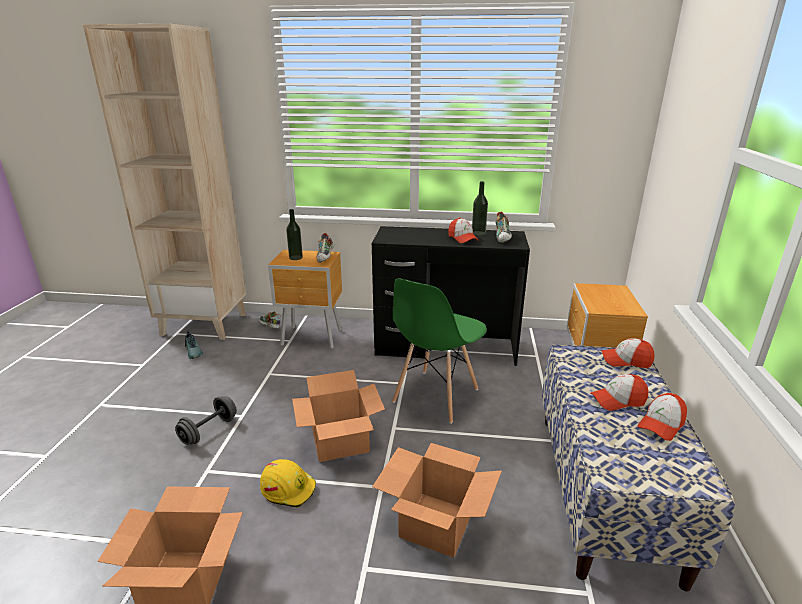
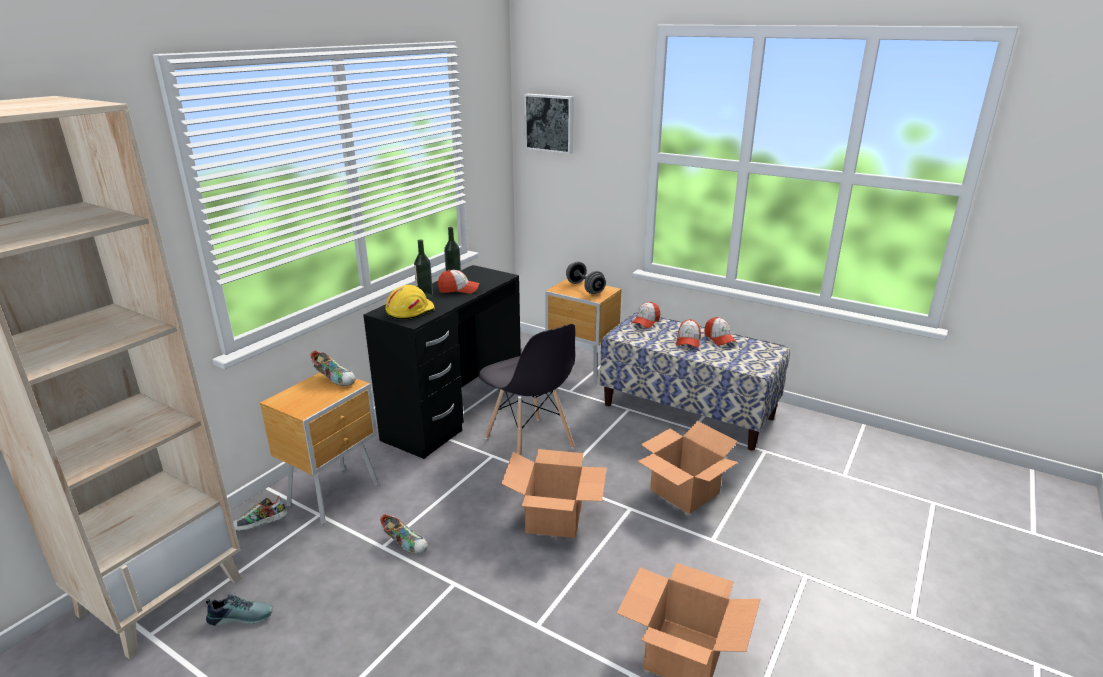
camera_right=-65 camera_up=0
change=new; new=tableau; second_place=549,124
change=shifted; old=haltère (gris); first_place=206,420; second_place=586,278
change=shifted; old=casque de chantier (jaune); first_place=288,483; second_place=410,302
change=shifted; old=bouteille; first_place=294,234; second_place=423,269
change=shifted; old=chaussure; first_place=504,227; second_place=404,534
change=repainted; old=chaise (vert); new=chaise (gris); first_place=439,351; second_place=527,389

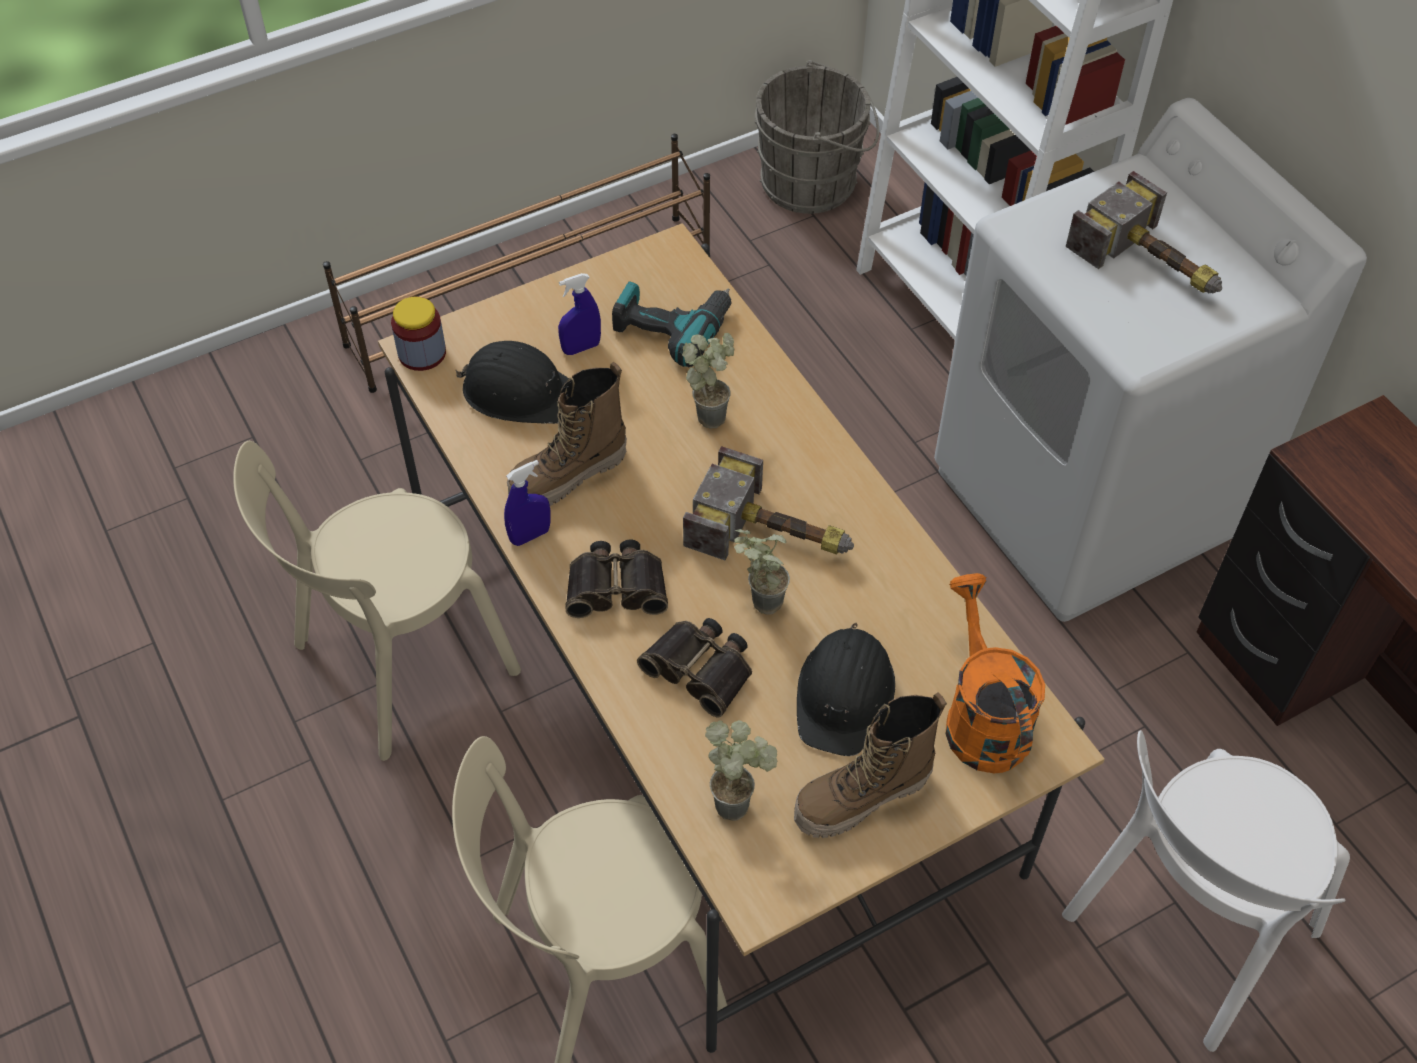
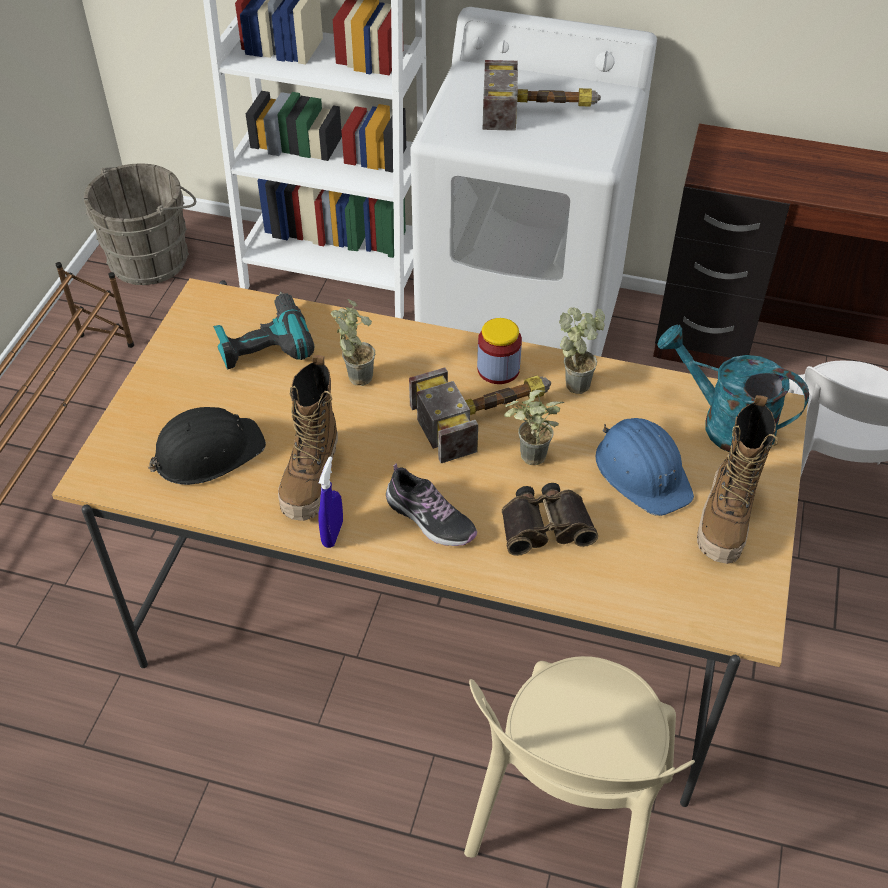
camera_right=-45 camera_up=-5
change=gone; old=chaise (beige); first_place=377,601
change=gone; old=vaporisateur (bleu); first_place=579,314
change=shifted; old=bocal; first_place=418,334; second_place=499,351
change=shifted; old=plante en pot; first_place=741,770; second_place=582,350
change=swapped; old=jumelles; new=chaussure; first_place=617,578; second_place=431,505
change=repainted; old=casque de chantier (noir); new=casque de chantier (bleu); first_place=846,689; second_place=645,467
change=repainted; old=arrosoir (orange); new=arrosoir (turquoise); first_place=995,673; second_place=733,388

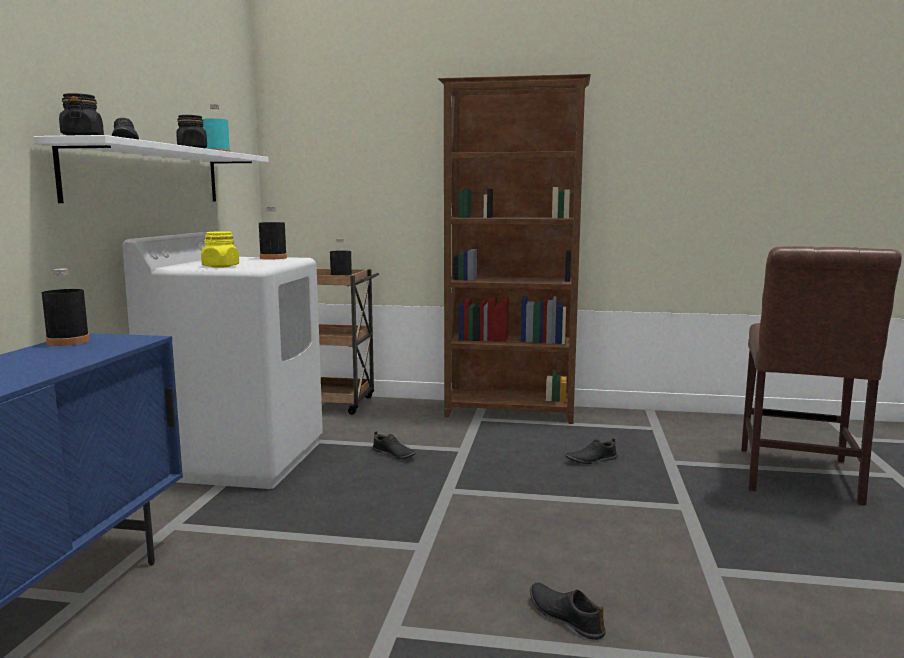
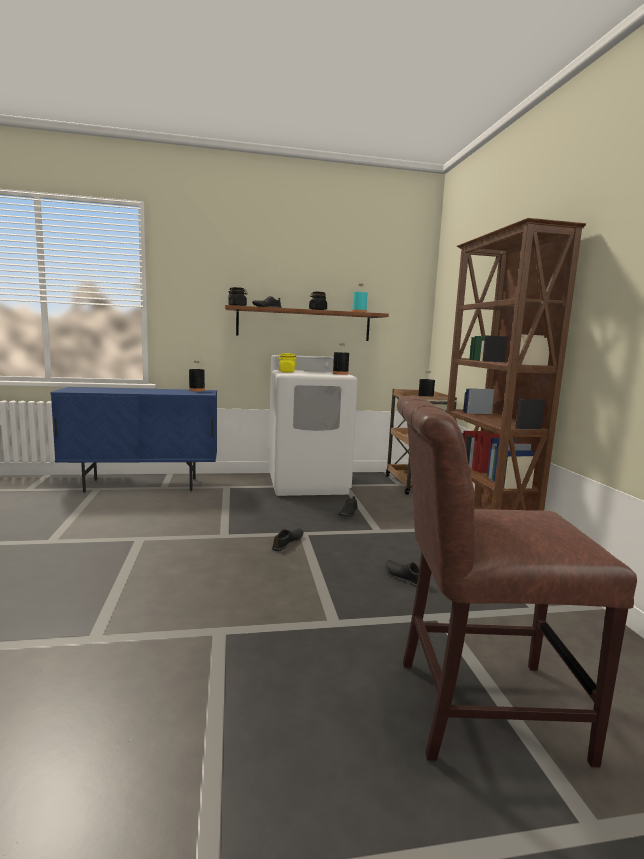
camera_right=70 camera_up=0
change=shifted; old=chaussure (noir); first_place=568,611; second_place=287,539
change=repainted; old=étagère (blanc); new=étagère (marron); first_place=151,169; second_place=307,323

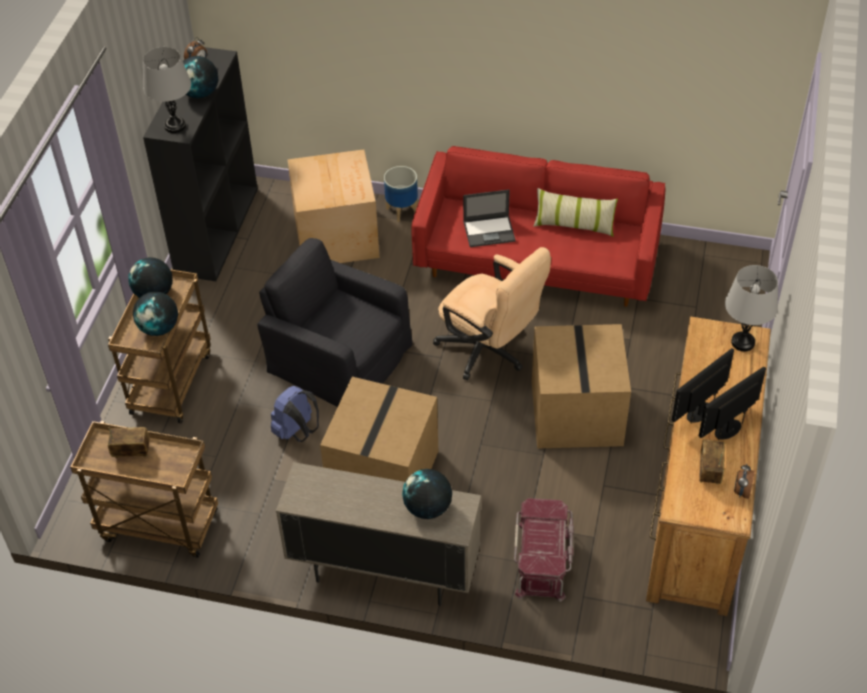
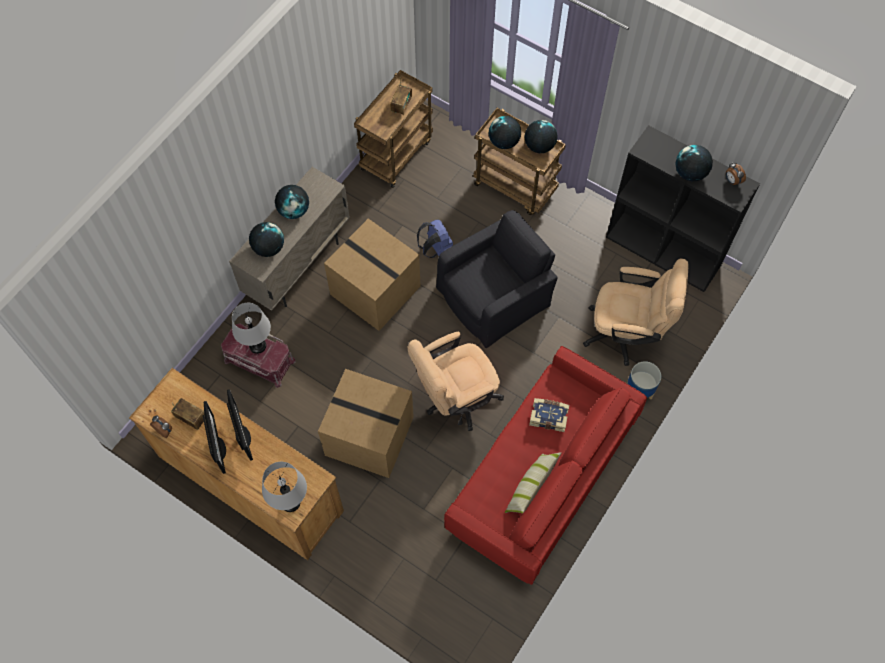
camera_right=110 camera_up=15
change=new; new=globe; second_place=292,202
change=shifted; old=lampe de table (gris); first_place=167,90; second_place=251,328
change=swapped; old=carton; new=chaise de bureau (beige); first_place=333,206; second_place=635,312
change=swapped; old=ordinateur portable; new=livre; first_place=489,218; second_place=549,415

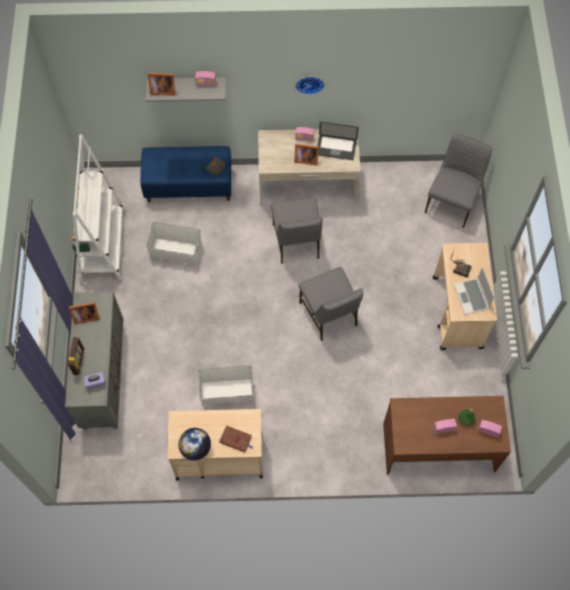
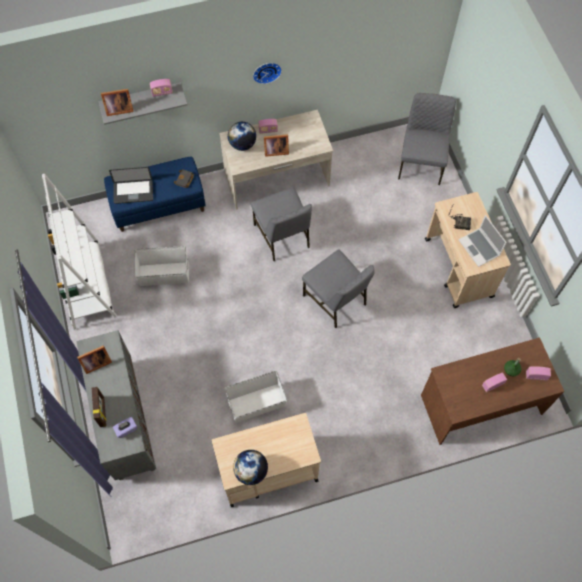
camera_right=-15 camera_up=0
change=gone; old=livre (marron); first_place=236,438
change=new; new=globe; second_place=242,136
change=shifted; old=ordinateur portable; first_place=337,141; second_place=131,185

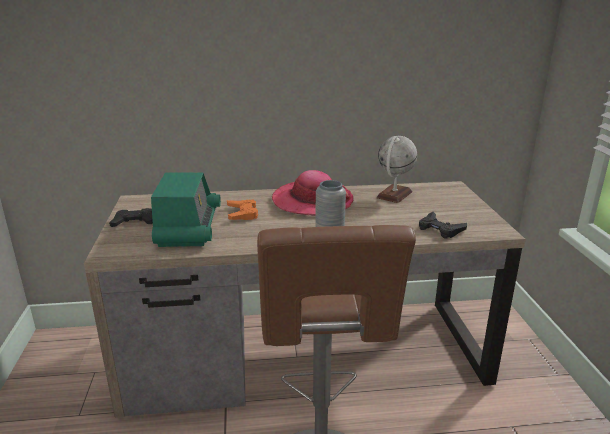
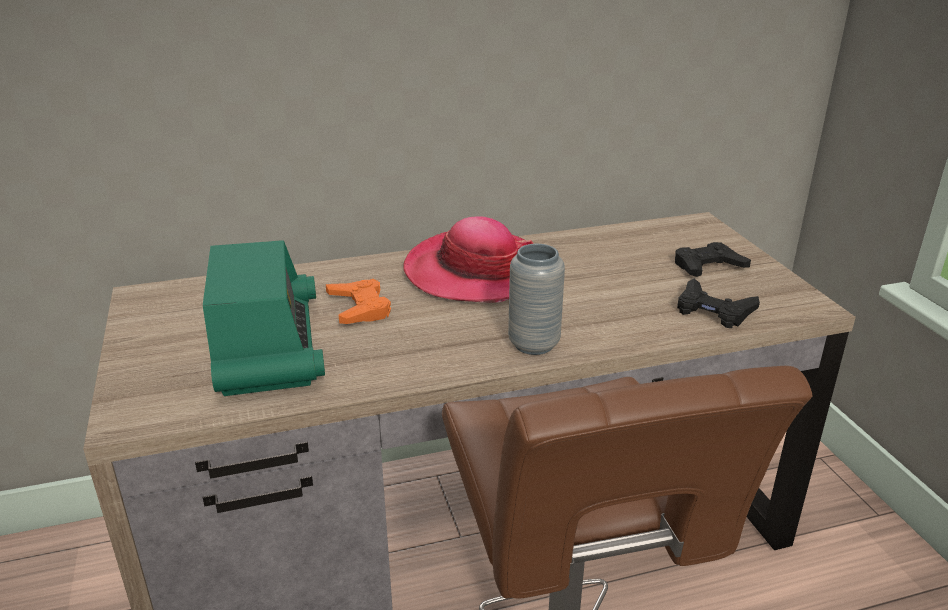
camera_right=-10 camera_up=5
change=gone; old=globe; first_place=396,169
change=shifted; old=manette (noir); first_place=131,217; second_place=713,259

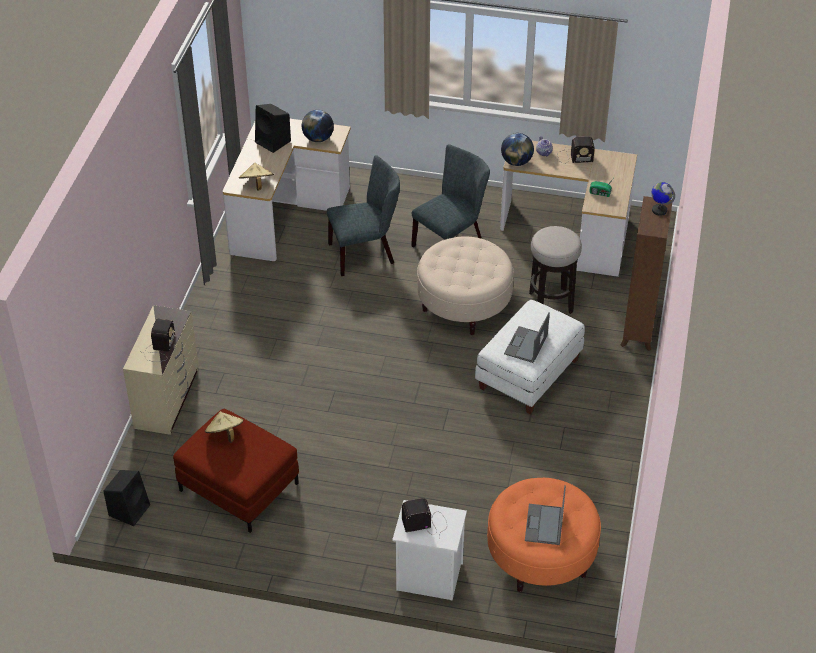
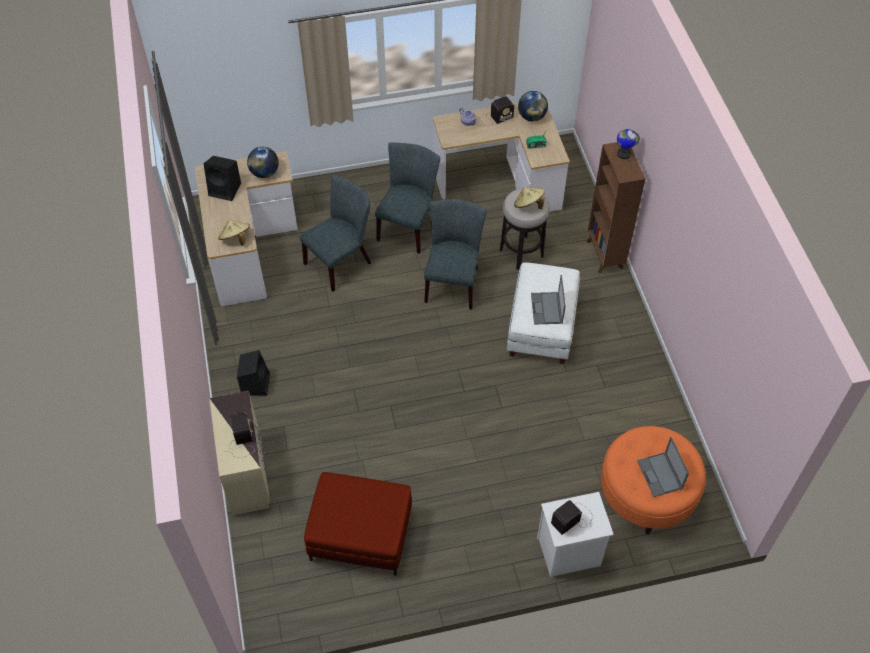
camera_right=-25 camera_up=10
change=shifted; old=enceinte (noir); first_place=126,498; second_place=253,373
change=shifted; old=chapeau (beige); first_place=224,427; second_place=529,198
change=shifted; old=globe; first_place=517,149; second_place=533,106
change=swapped; old=pouf (beige); new=chaise (gris); first_place=465,285; second_place=455,254

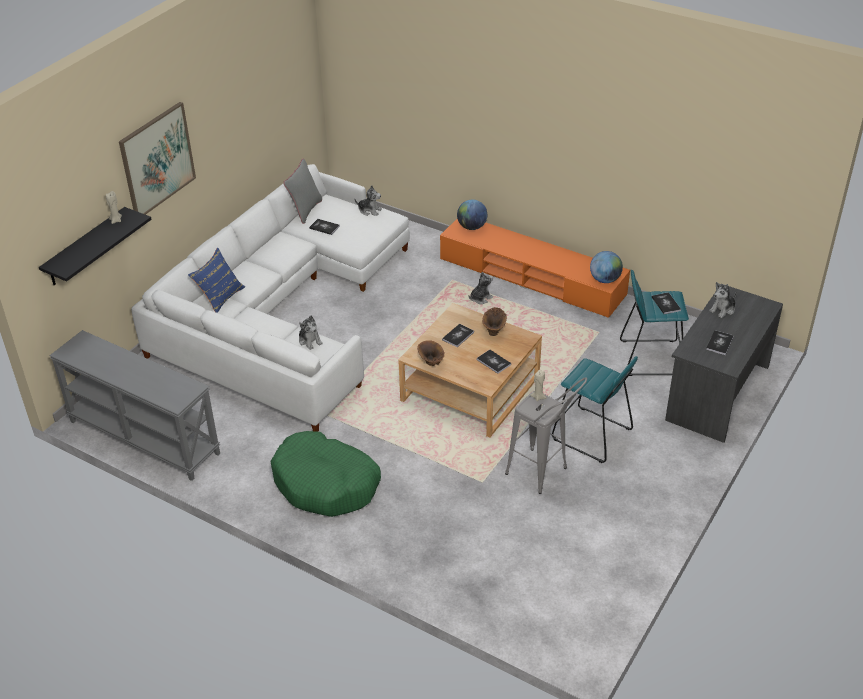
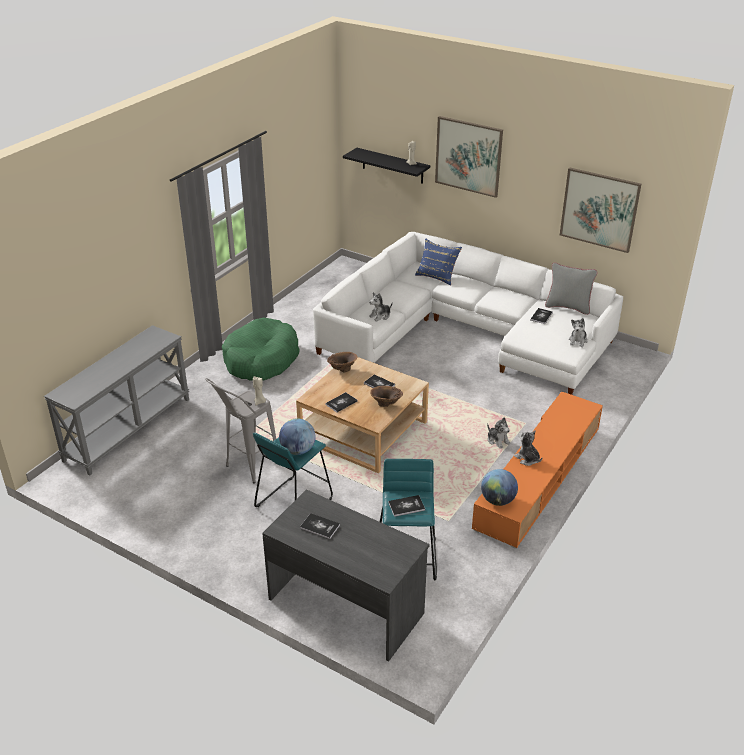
camera_right=90 camera_up=-5
change=new; new=tableau; second_place=600,210
change=shifted; old=table console (gris); first_place=135,405; second_place=117,400
change=shifted; old=globe; first_place=472,214; second_place=297,436
change=shifted; old=peluche; first_place=723,300; second_place=528,448

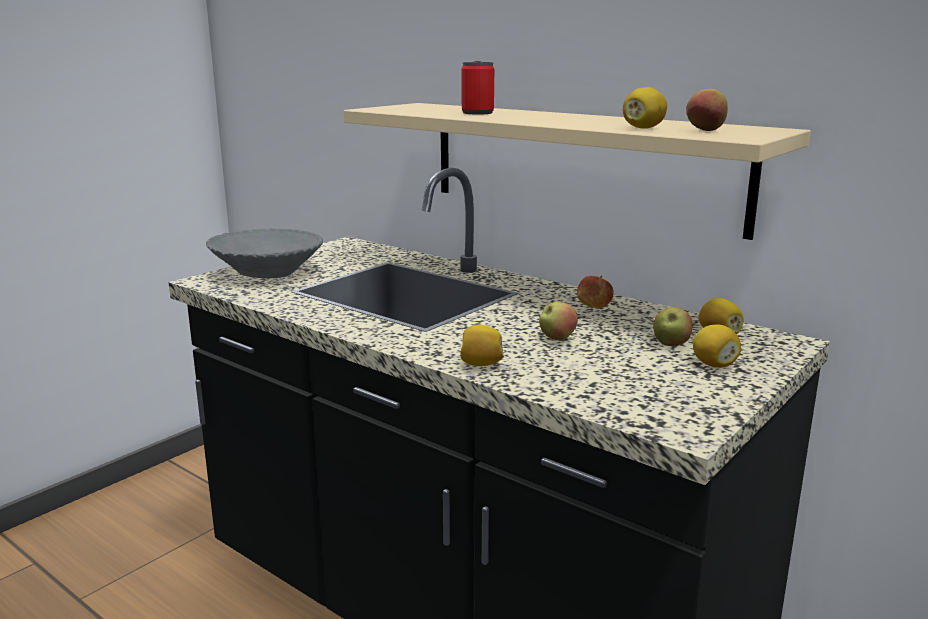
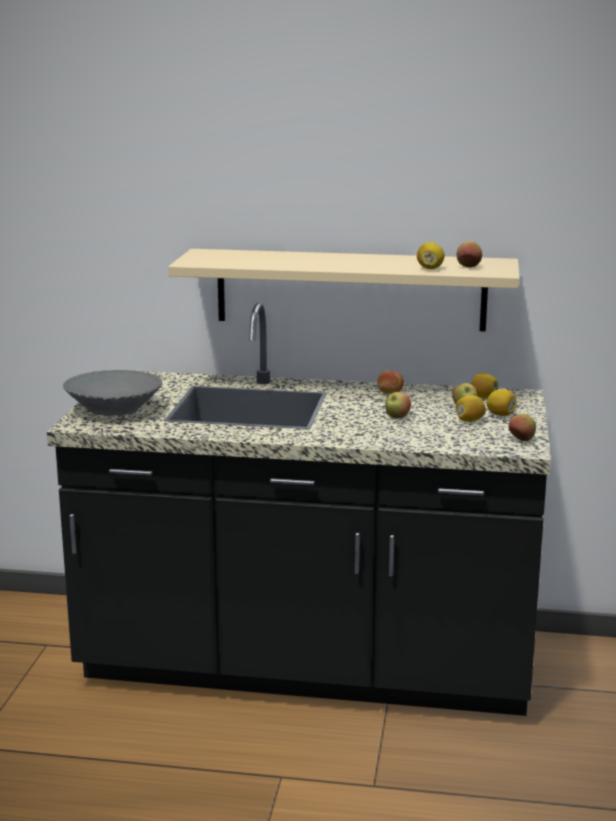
camera_right=-30 camera_up=0
change=gone; old=boîte métallique; first_place=478,87
change=new; new=pomme; second_place=522,427
change=shifted; old=citron; first_place=482,345; second_place=471,408

